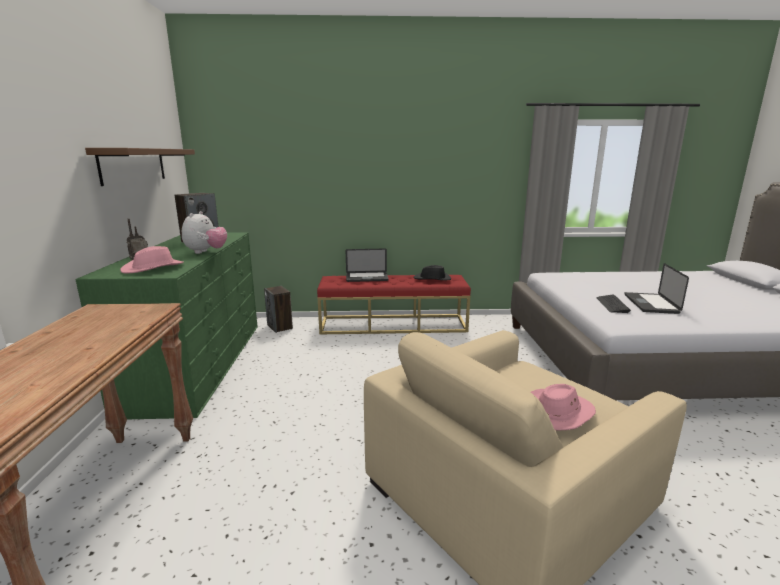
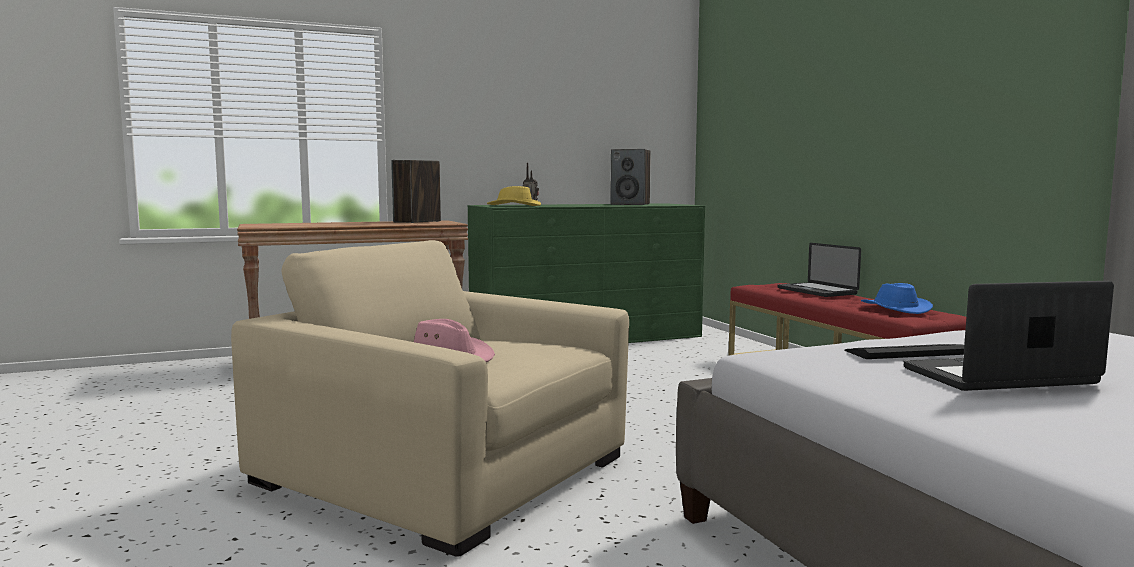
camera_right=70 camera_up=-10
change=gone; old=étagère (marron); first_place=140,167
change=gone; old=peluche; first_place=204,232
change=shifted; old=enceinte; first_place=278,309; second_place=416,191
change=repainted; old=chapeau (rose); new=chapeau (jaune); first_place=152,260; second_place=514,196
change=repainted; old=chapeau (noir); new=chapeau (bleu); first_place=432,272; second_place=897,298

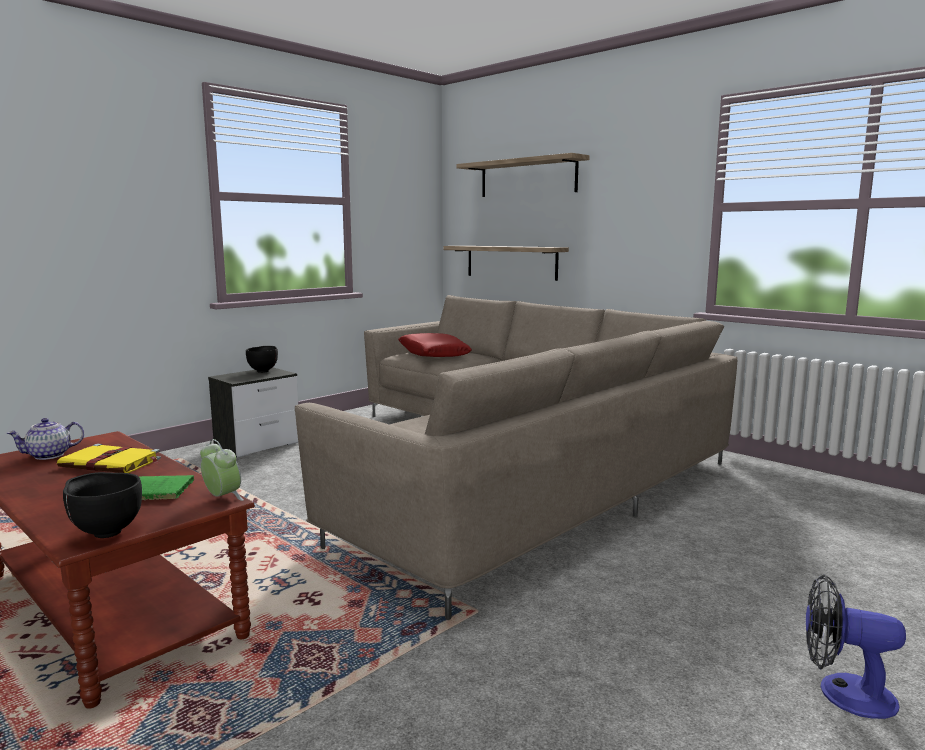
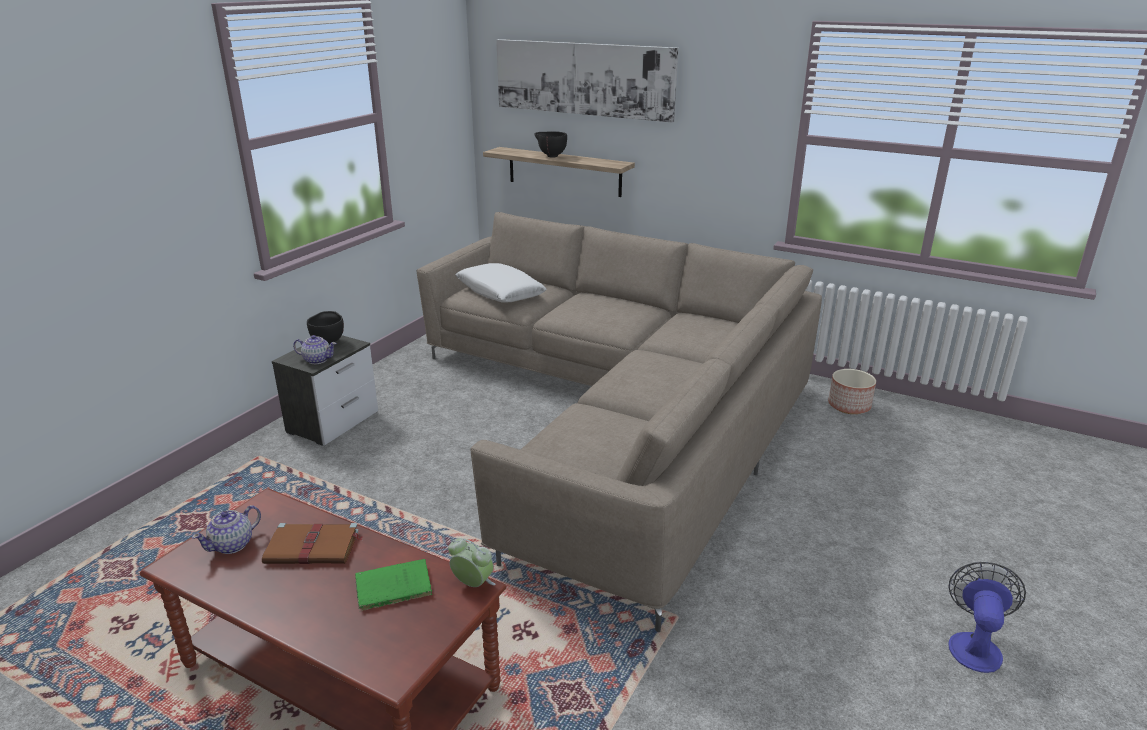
camera_right=-15 camera_up=15
change=new; new=théière; second_place=315,349
change=new; new=cache-pot; second_place=852,391
change=shifted; old=bol (noir); first_place=102,505; second_place=550,144
change=swapped; old=étagère; new=tableau; first_place=523,175; second_place=587,81
change=repainted; old=livre (jaune); new=livre (marron); first_place=109,458; second_place=312,543
change=repainted; old=coussin (rouge); new=coussin (blanc); first_place=435,345; second_place=501,282
change=rotated; old=ventilateur; first_place=856,647; second_place=987,617; degrees=105

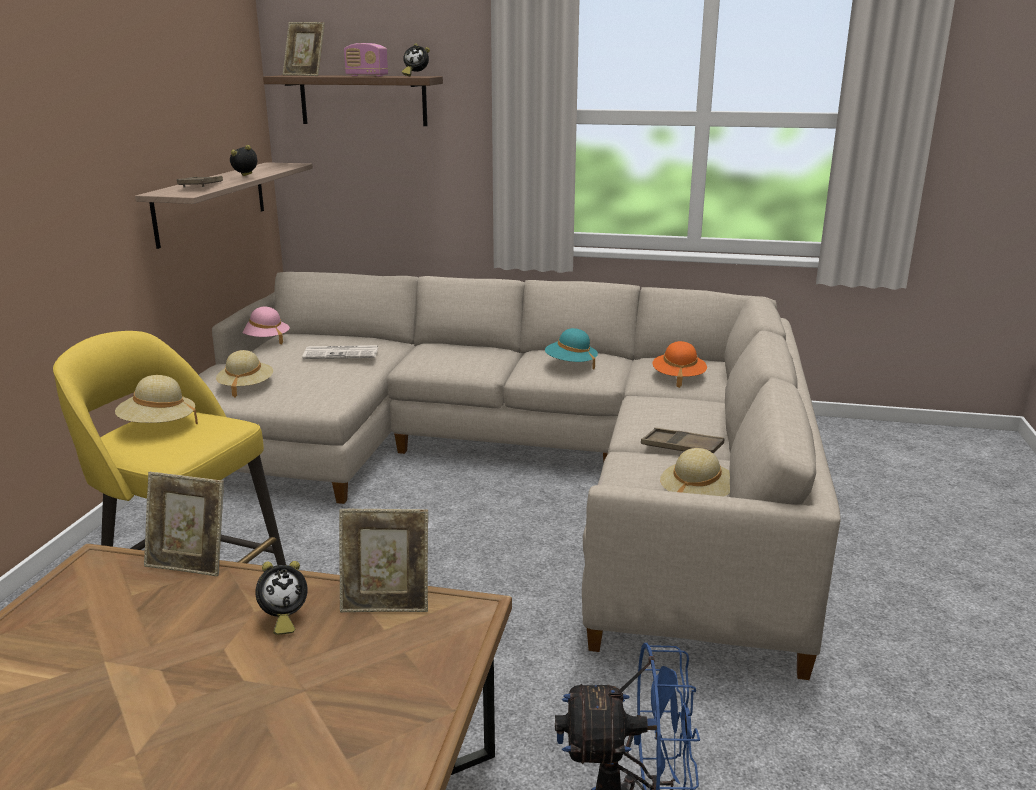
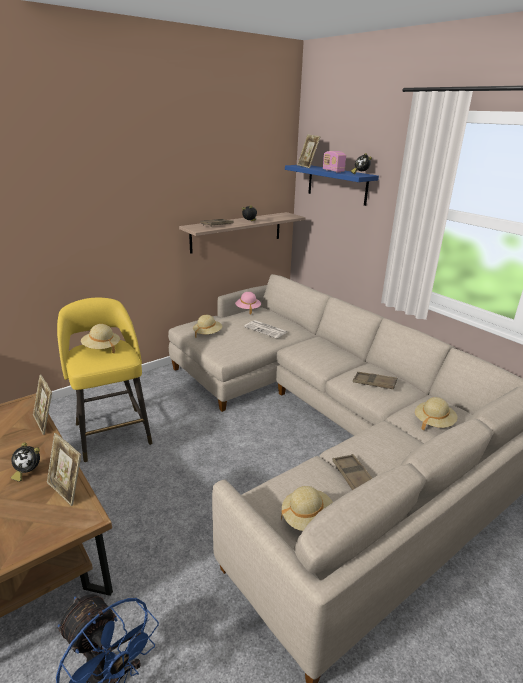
camera_right=40 camera_up=5
change=swapped; old=chapeau (turquoise); new=plateau (marron); first_place=571,348; second_place=375,380
change=repainted; old=étagère (marron); new=étagère (bleu); first_place=353,100; second_place=332,185
change=repainted; old=chapeau (orange); new=chapeau (beige); first_place=680,364; second_place=436,413

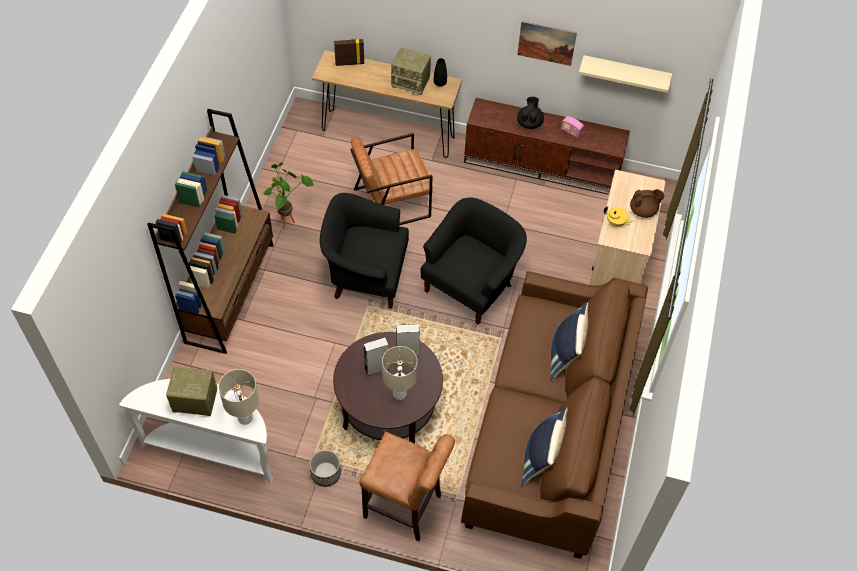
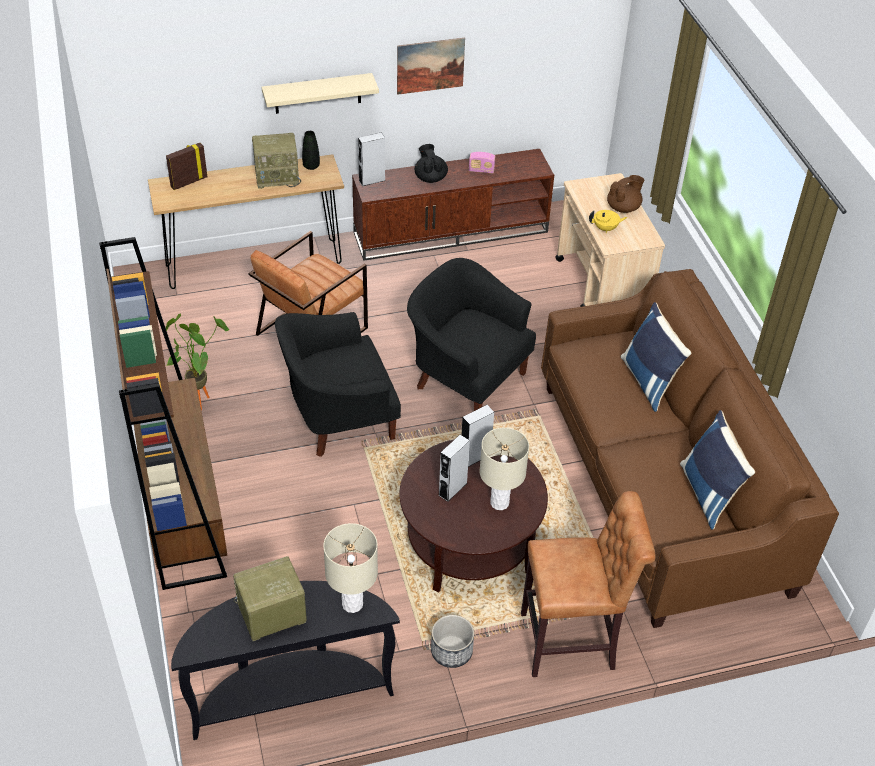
camera_right=-30 camera_up=-10
change=new; new=enceinte (gris); second_place=372,159
change=shifted; old=étagère (beige); first_place=625,74; second_place=320,93
change=repainted; old=table console (blanc); new=table console (noir); first_place=196,431; second_place=285,660
change=rotated; old=fauteuil (noir); first_place=473,261; second_place=471,334; degrees=-60

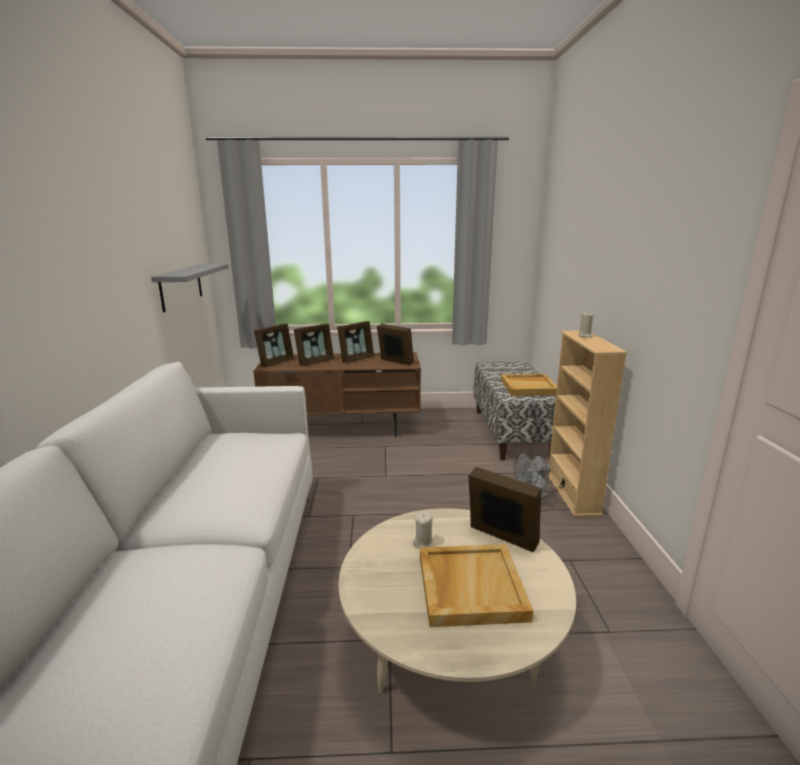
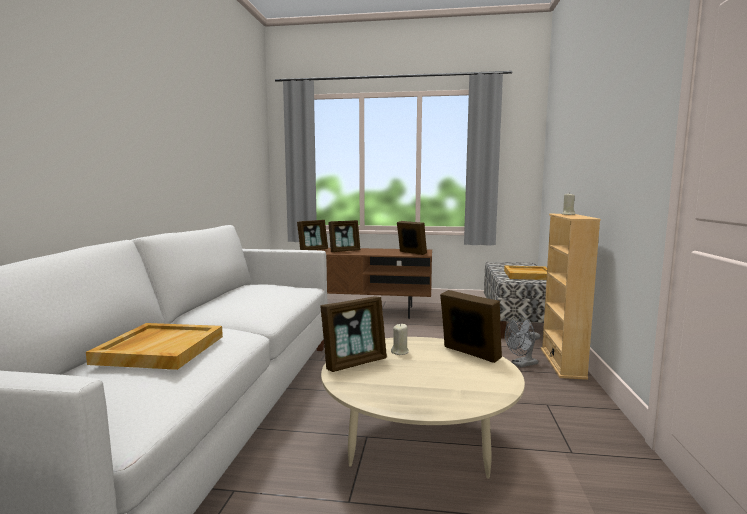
camera_right=10 camera_up=-10
change=gone; old=étagère (gris); first_place=190,288
change=shifted; old=cadre photo; first_place=355,342; second_place=354,334
change=shifted; old=plateau (beige); first_place=476,585; second_place=154,346

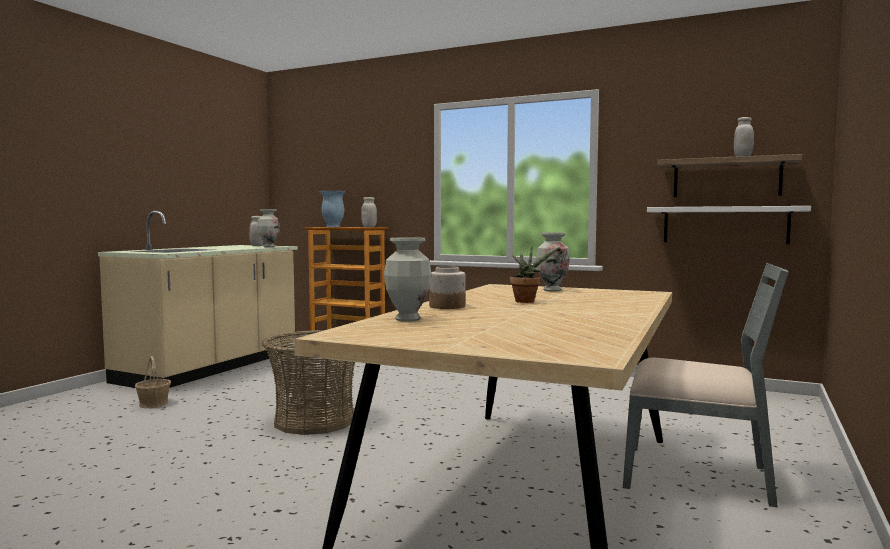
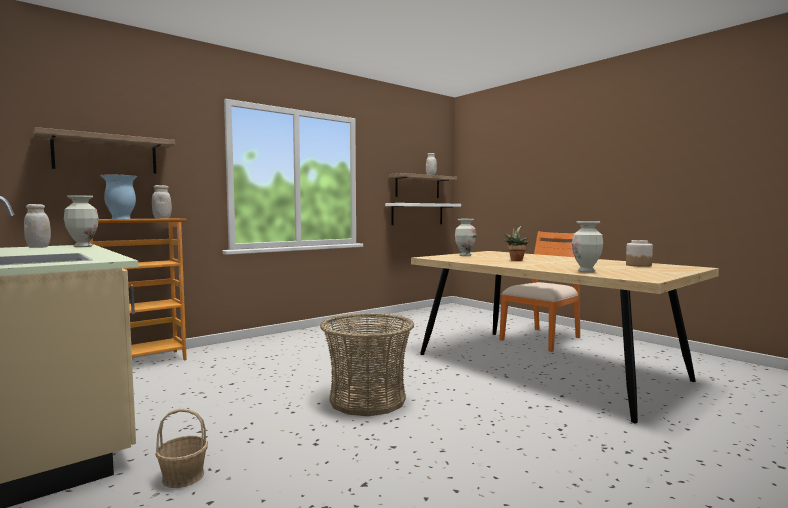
camera_right=-65 camera_up=0
change=new; new=étagère; second_place=104,150
change=shifted; old=bocal; first_place=447,287; second_place=639,253
change=repainted; old=chaise (gris); new=chaise (orange); first_place=706,385; second_place=539,291

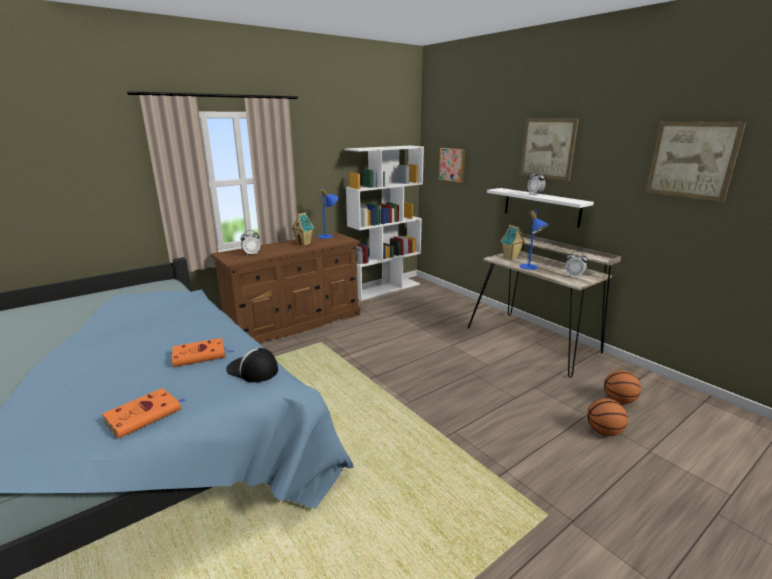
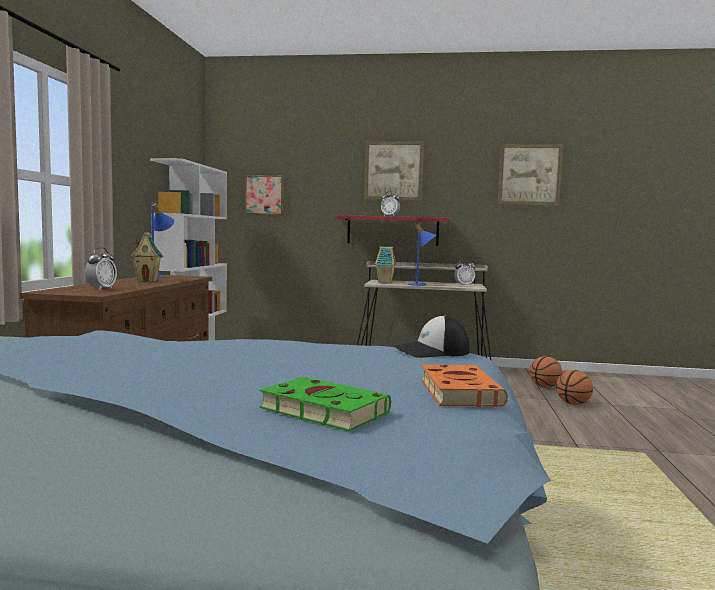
camera_right=-45 camera_up=-15
change=gone; old=livre (orange); first_place=202,352
change=new; new=livre (vert); second_place=325,404
change=repainted; old=étagère (blanc); new=étagère (rouge); first_place=540,208; second_place=392,230

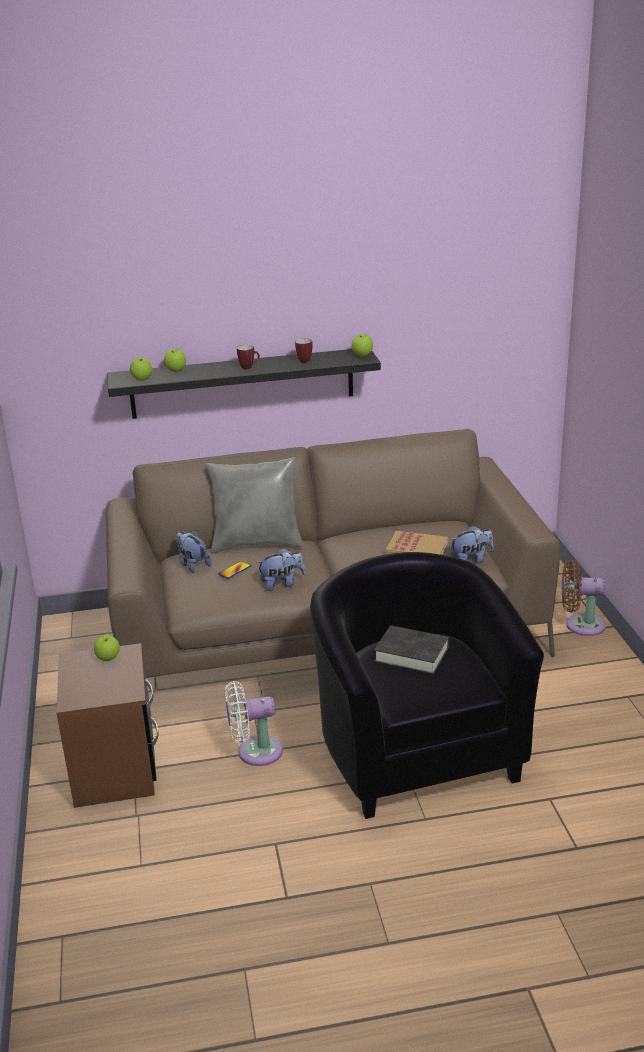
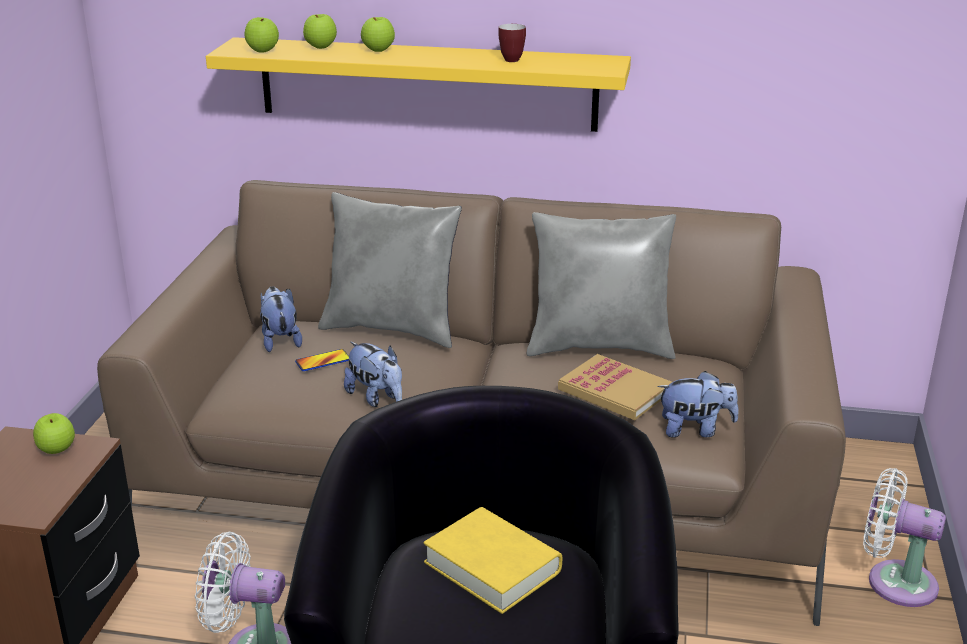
camera_right=20 camera_up=0
change=gone; old=mug; first_place=248,357
change=new; new=coussin (gris); second_place=601,285
change=shifted; old=pomme; first_place=362,345; second_place=378,34
change=repainted; old=étagère (noir); new=étagère (jaune); first_place=244,384; second_place=418,84
change=repainted; old=livre (noir); new=livre (jaune); first_place=411,650; second_place=492,560
change=repainted; old=ventilateur (marron); new=ventilateur (blanc); first_place=584,598; second_place=904,537
change=rotated; old=peluche; first_place=280,569; second_place=373,374; degrees=45

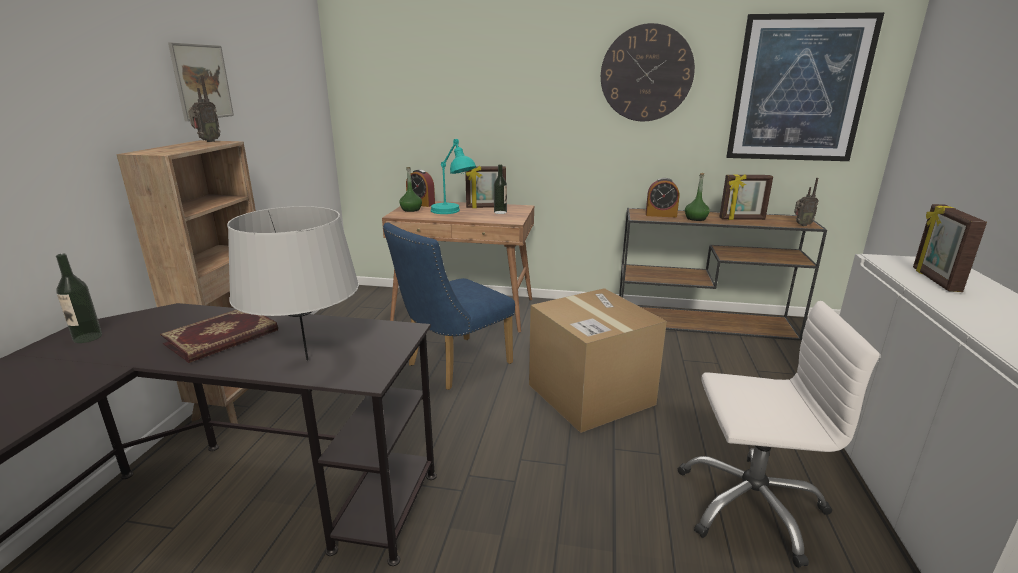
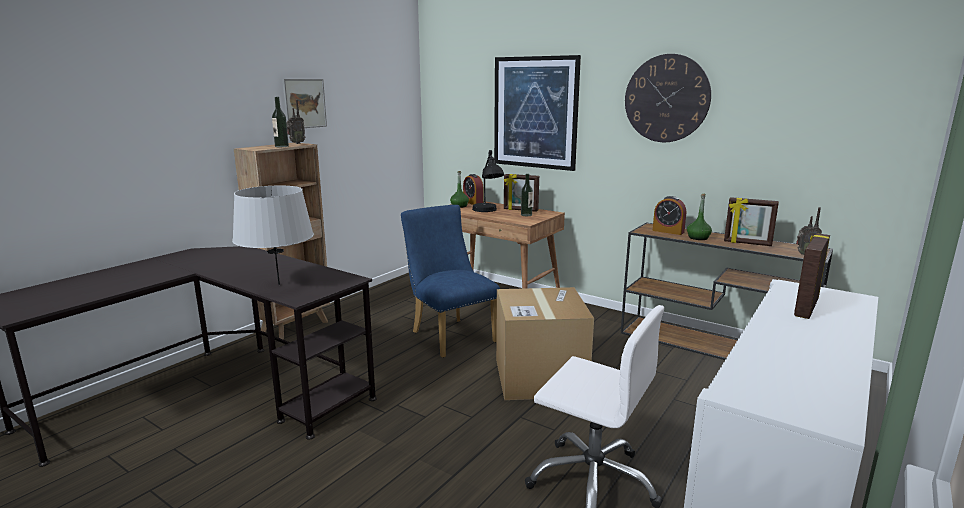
camera_right=25 camera_up=-5
change=gone; old=livre; first_place=219,336
change=shifted; old=bouteille; first_place=79,298; second_place=280,122
change=shifted; old=tableau; first_place=805,86; second_place=537,113
change=repainted; old=lampe de table (turquoise); new=lampe de table (noir); first_place=453,176; second_place=488,181
change=rotated; old=chaise (bleu); first_place=449,306; second_place=450,281; degrees=75

